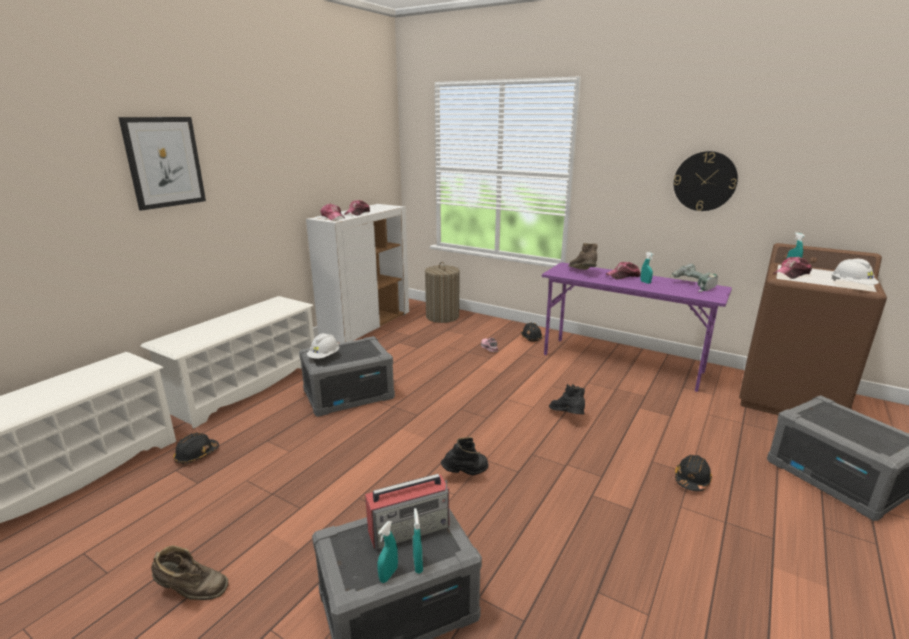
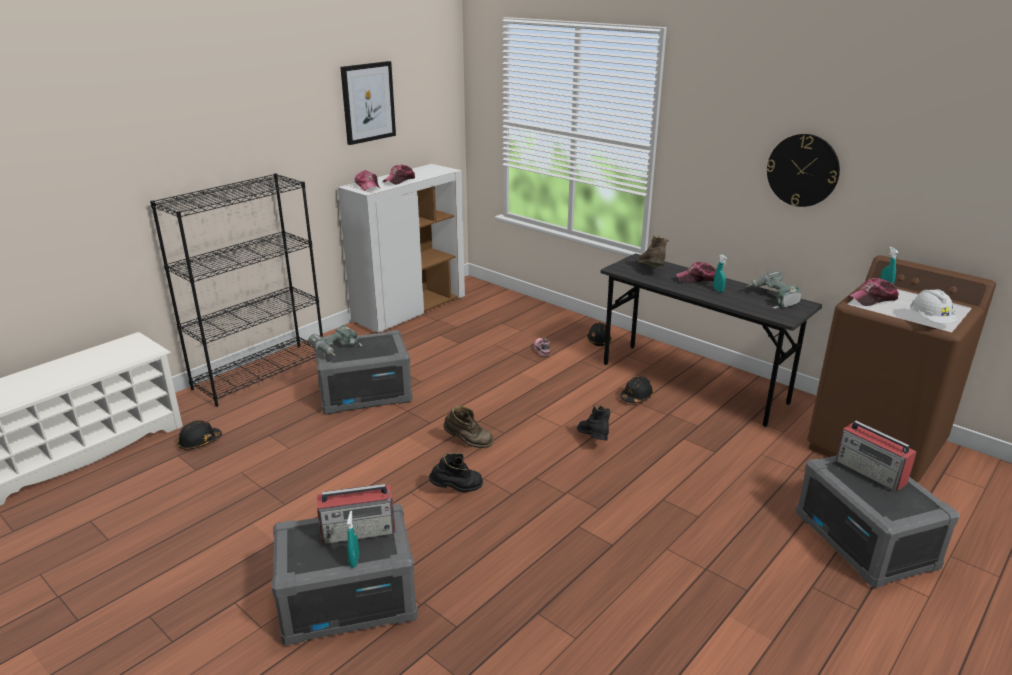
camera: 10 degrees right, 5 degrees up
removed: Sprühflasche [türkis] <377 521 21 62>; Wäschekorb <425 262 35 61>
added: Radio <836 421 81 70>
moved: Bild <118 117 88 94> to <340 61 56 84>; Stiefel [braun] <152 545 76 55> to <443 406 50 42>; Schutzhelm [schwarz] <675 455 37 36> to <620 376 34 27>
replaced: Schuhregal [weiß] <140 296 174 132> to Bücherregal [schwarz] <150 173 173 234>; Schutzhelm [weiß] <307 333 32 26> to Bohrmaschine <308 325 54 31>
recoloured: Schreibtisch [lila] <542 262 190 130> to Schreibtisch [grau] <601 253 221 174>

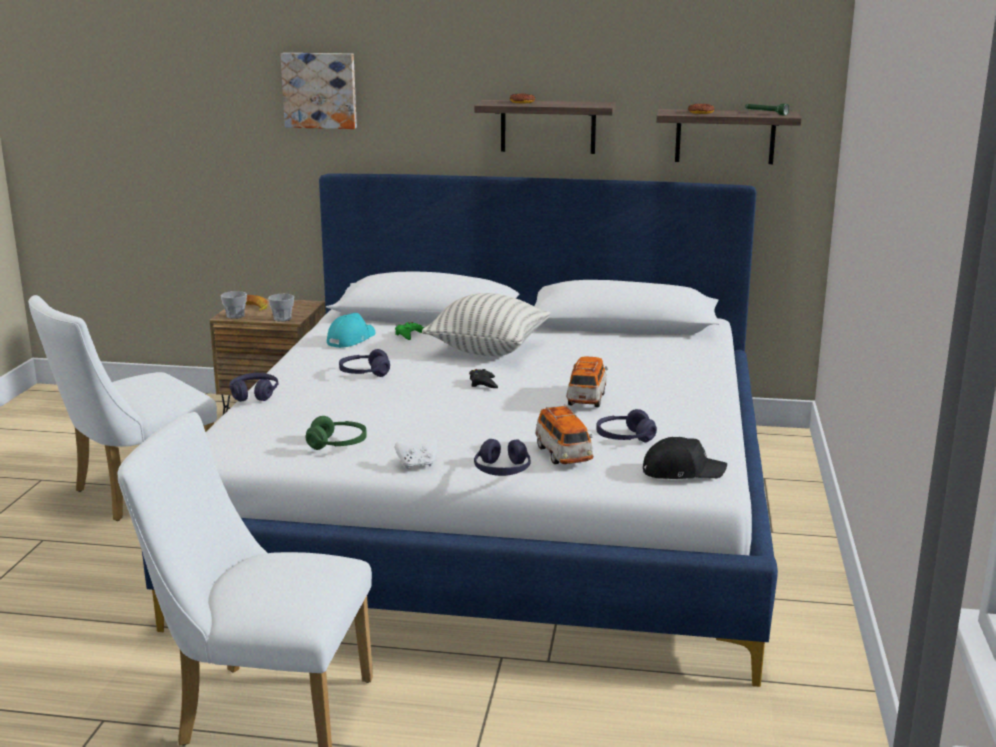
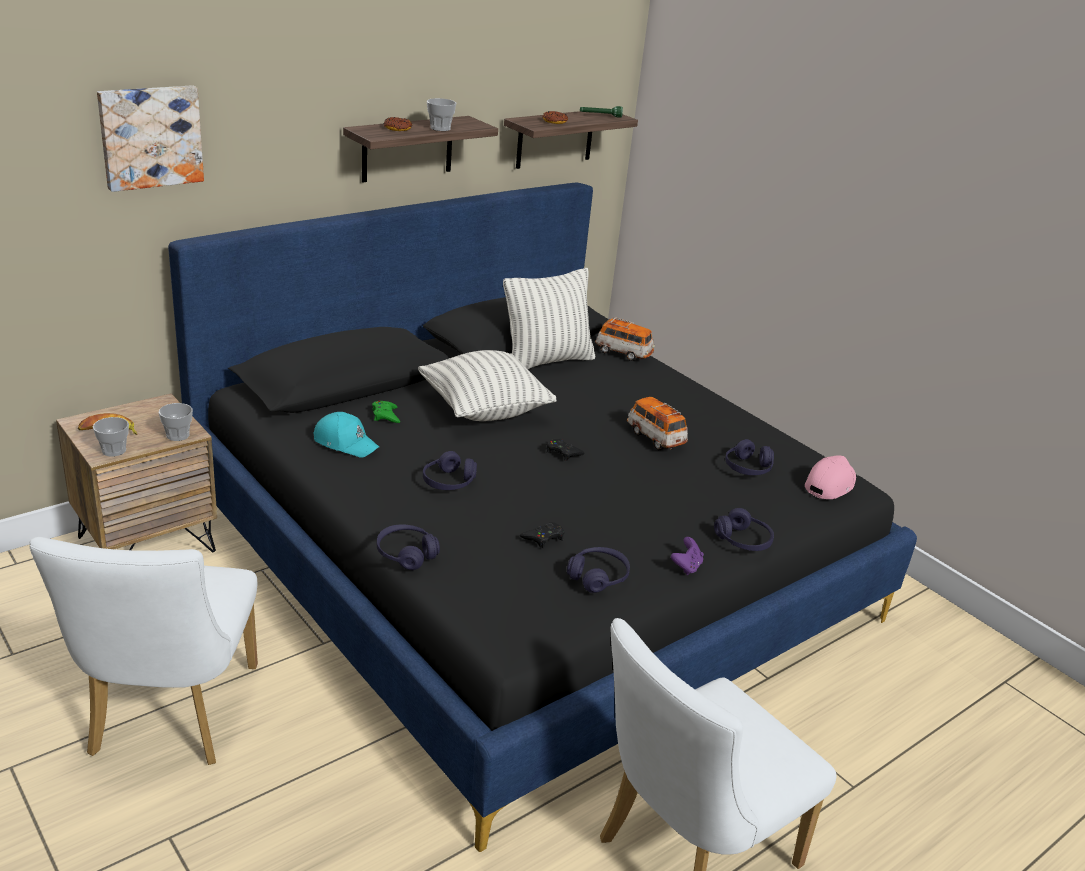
camera: 50 degrees left, 10 degrees up
added: Tasse <427 98 29 33>; Kissen <503 268 93 101>; Gamepad [schwarz] <520 522 44 26>
moved: Spielzeugauto <535 405 58 59> to <595 317 60 44>
recoloured: Bett [weiß] <141 173 637 514> to Bett [schwarz] <168 183 749 669>; Kopfhörer [grün] <306 416 61 34> to Kopfhörer [lila] <567 547 63 46>; Gamepad [weiß] <395 438 42 31> to Gamepad [lila] <671 537 33 38>; Kappe [schwarz] <643 437 84 42> to Kappe [rosa] <805 455 51 44>
turned: Kappe [türkis] <327 313 48 35> = <313 412 66 45> 135 degrees clockwise

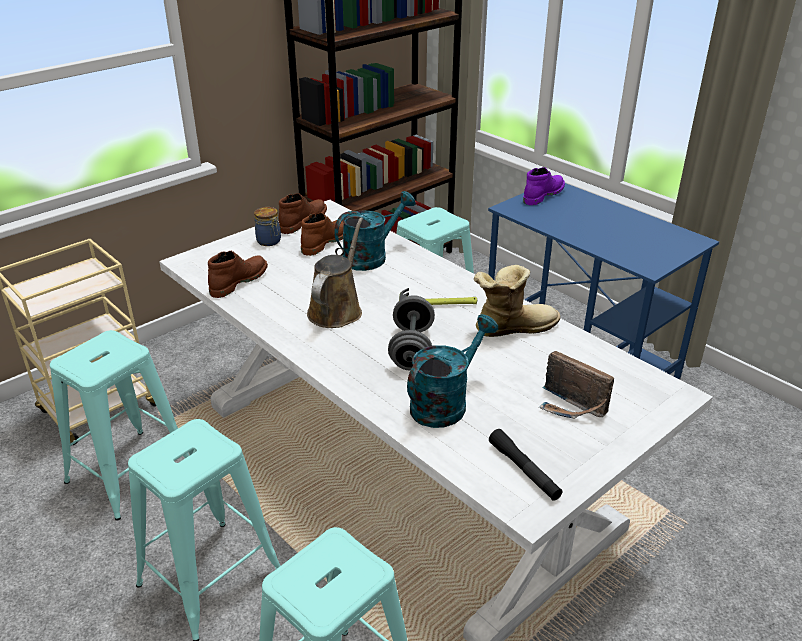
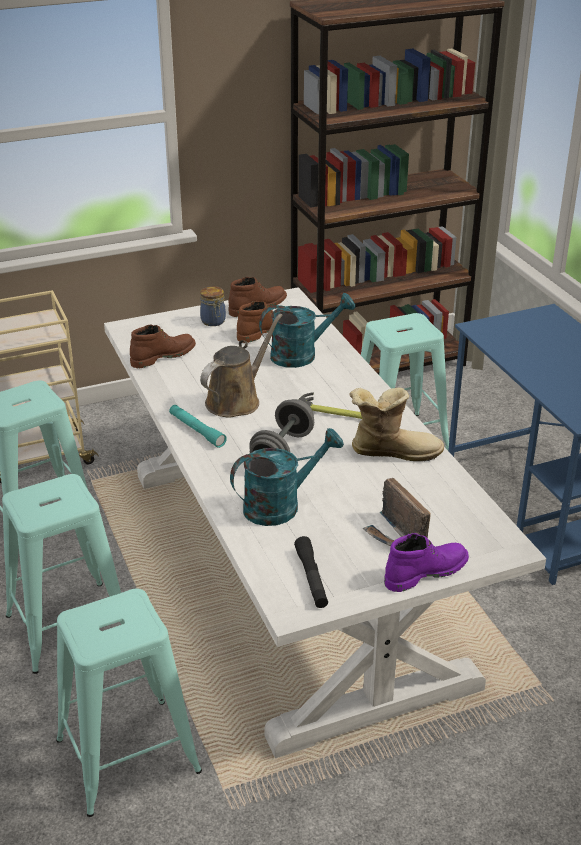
camera: 20 degrees right, 0 degrees up
added: Taschenlampe [türkis] <169 405 58 43>
moved: Stiefel [lila] <523 167 42 38> to <384 533 85 59>

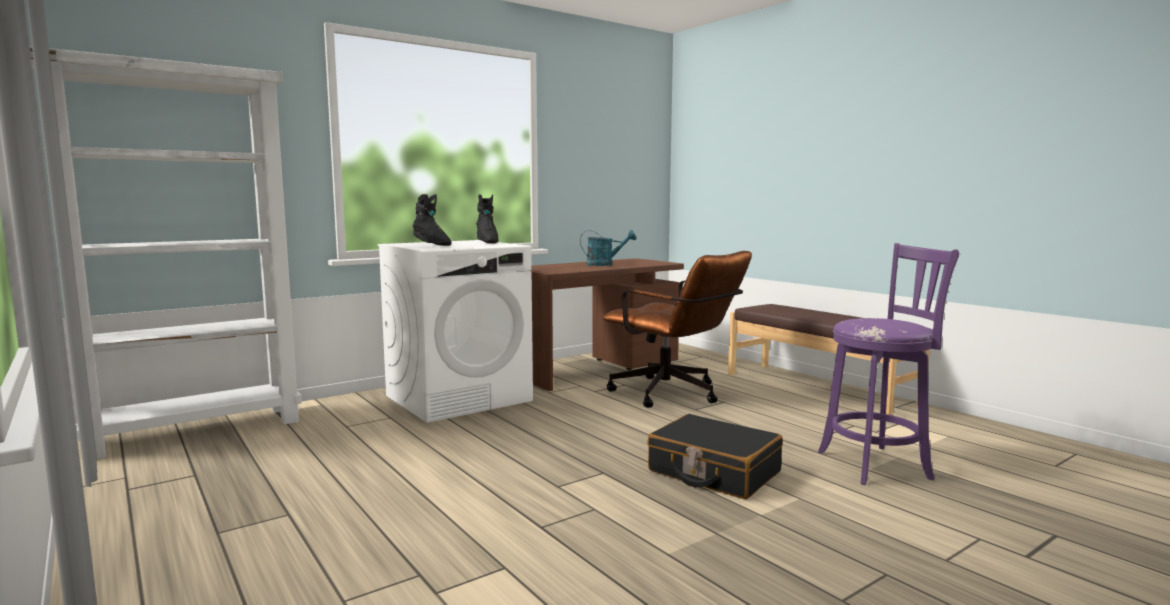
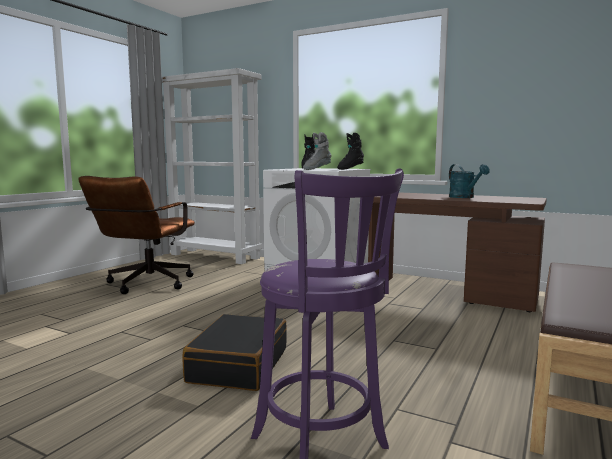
camera: 65 degrees right, 0 degrees up
added: Stiefel [grau] <303 132 29 38>
moved: Bürostuhl [braun] <603 251 149 157> to <78 176 117 118>

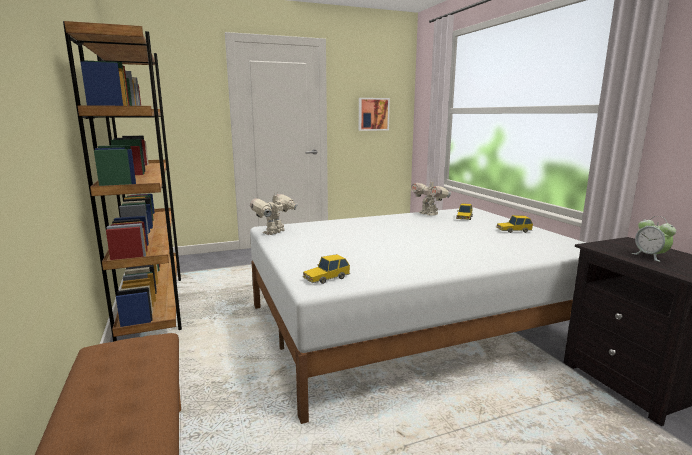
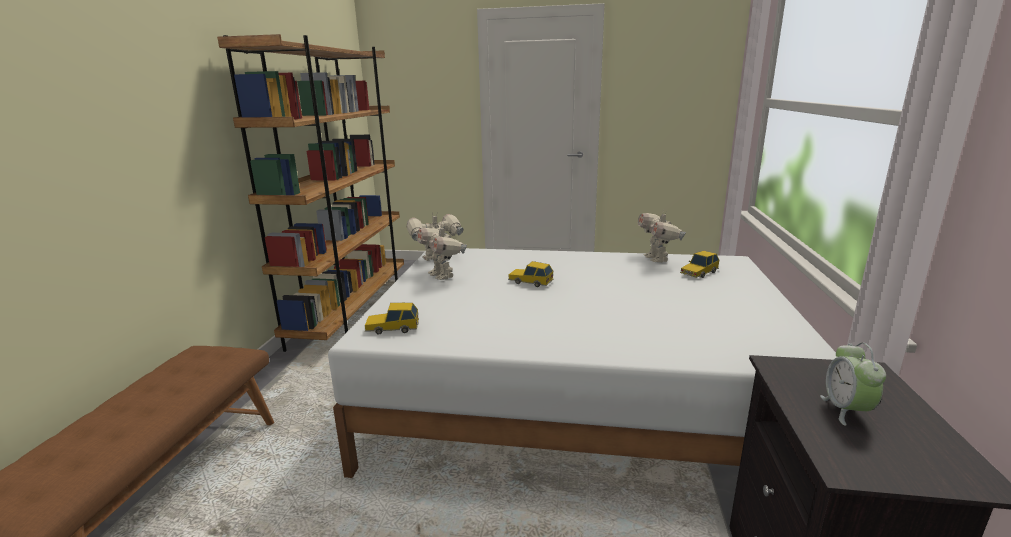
camera: 30 degrees right, 5 degrees up
removed: Bild <359 98 31 33>
added: Spielzeugroboter <416 223 51 57>
moved: Spielzeugauto <496 215 37 18> to <508 261 45 26>

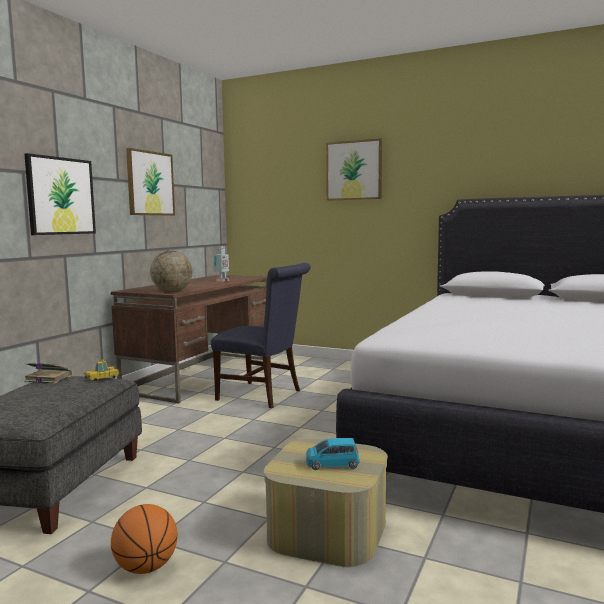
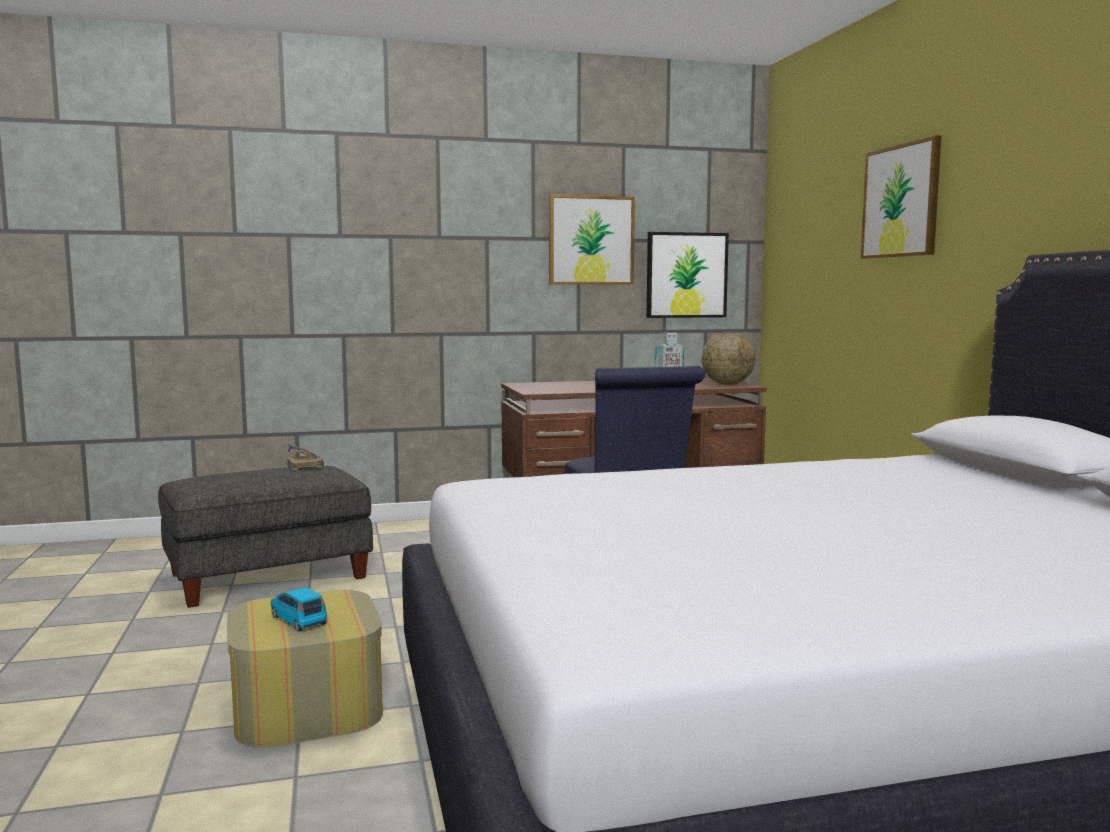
camera: 50 degrees right, 0 degrees up
removed: Spielzeugauto <84 359 36 22>; Basketball <111 504 67 70>
moved: Bild <24 153 72 82> to <646 232 83 86>; Globus <150 251 43 41> to <702 332 54 53>

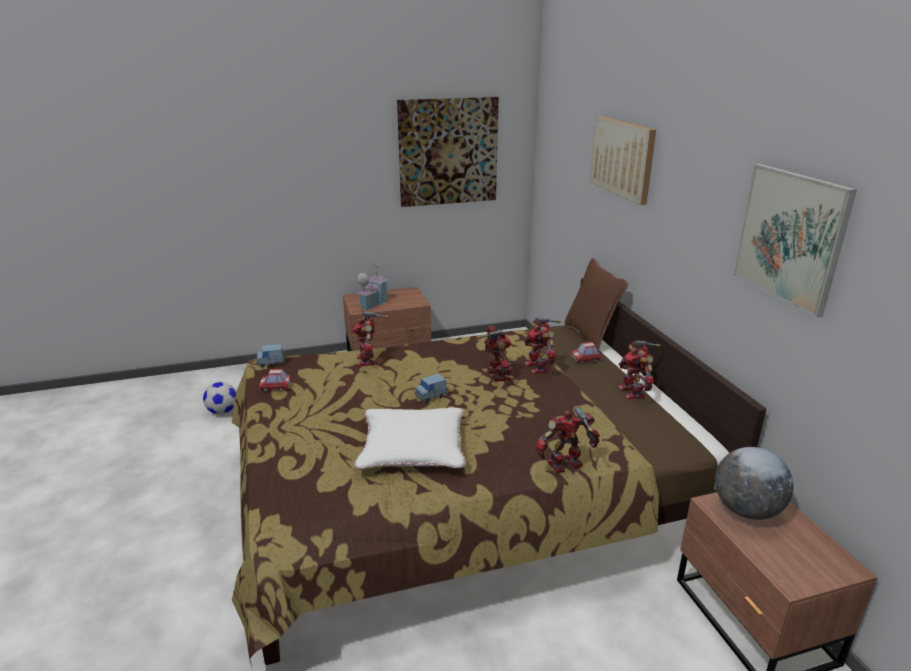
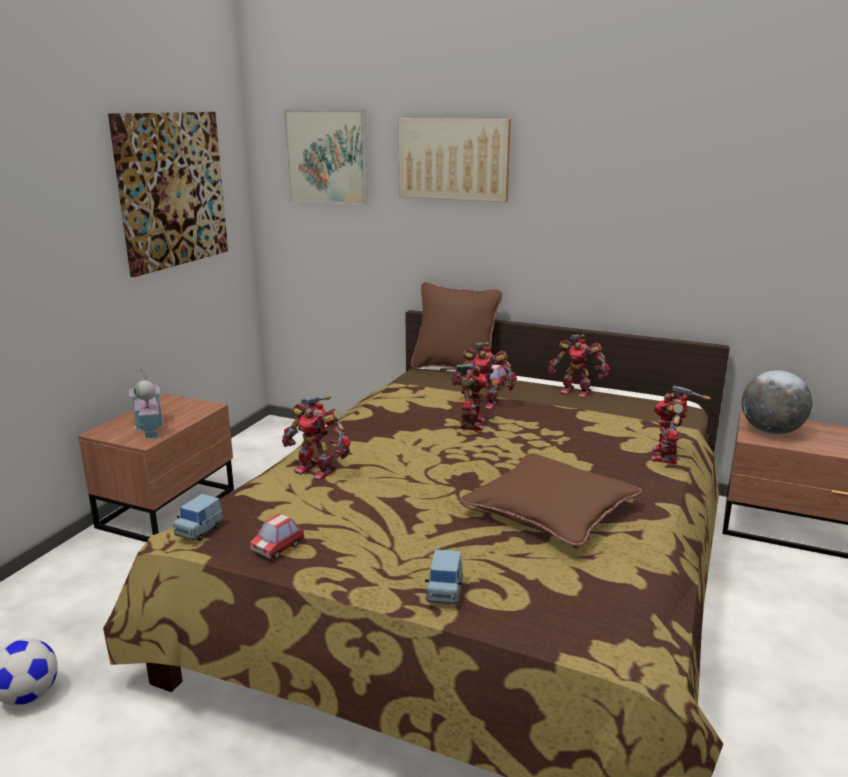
camera: 50 degrees left, 5 degrees down
moved: Spielzeugauto [blau] <415 374 32 28> to <425 549 38 56>; Bild <732 164 125 153> to <283 109 85 96>
recoloured: Kissen [weiß] <354 408 112 61> to Kissen [braun] <460 453 182 93>
turned: Spielzeugroboter <476 325 36 57> = <440 360 48 71> 75 degrees clockwise

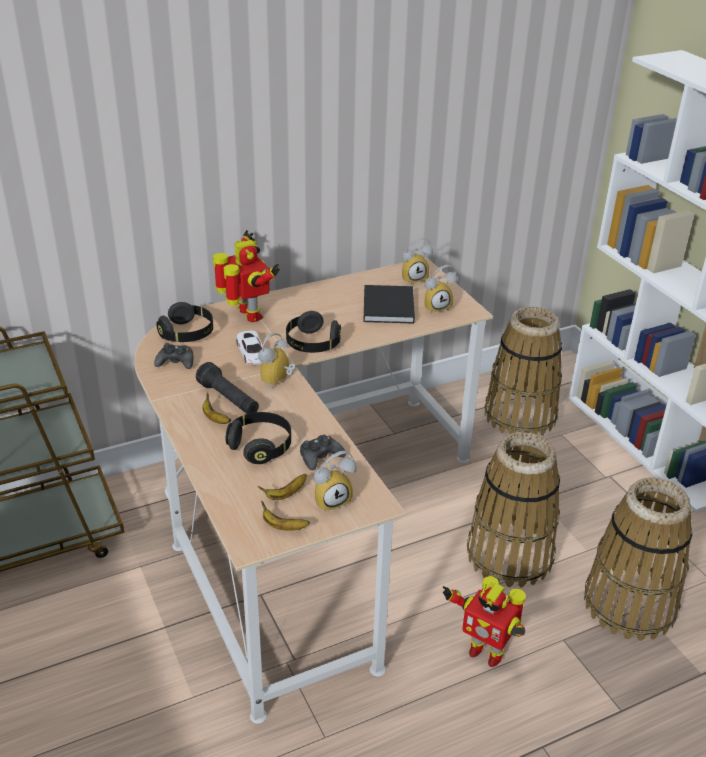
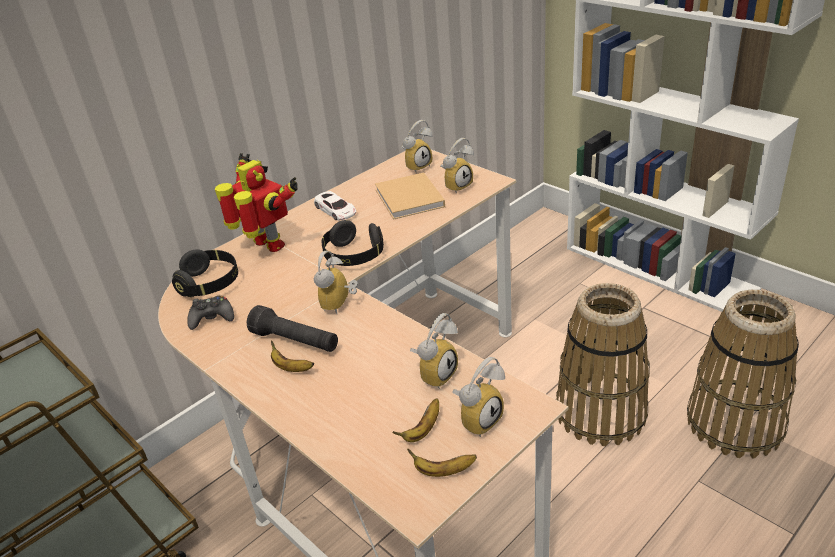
camera: 15 degrees left, 0 degrees up
removed: Kopfhörer [schwarz] <226 412 65 52>; Spielzeugroboter <443 576 83 91>; Korb <485 307 77 129>
moved: Spielzeugauto [weiß] <236 331 27 34> to <314 191 42 30>
replaced: Gamepad [schwarz] <300 435 46 35> to Wecker <410 313 48 76>
recoloured: Buch [schwarz] <364 285 51 39> to Buch [beige] <375 172 70 48>

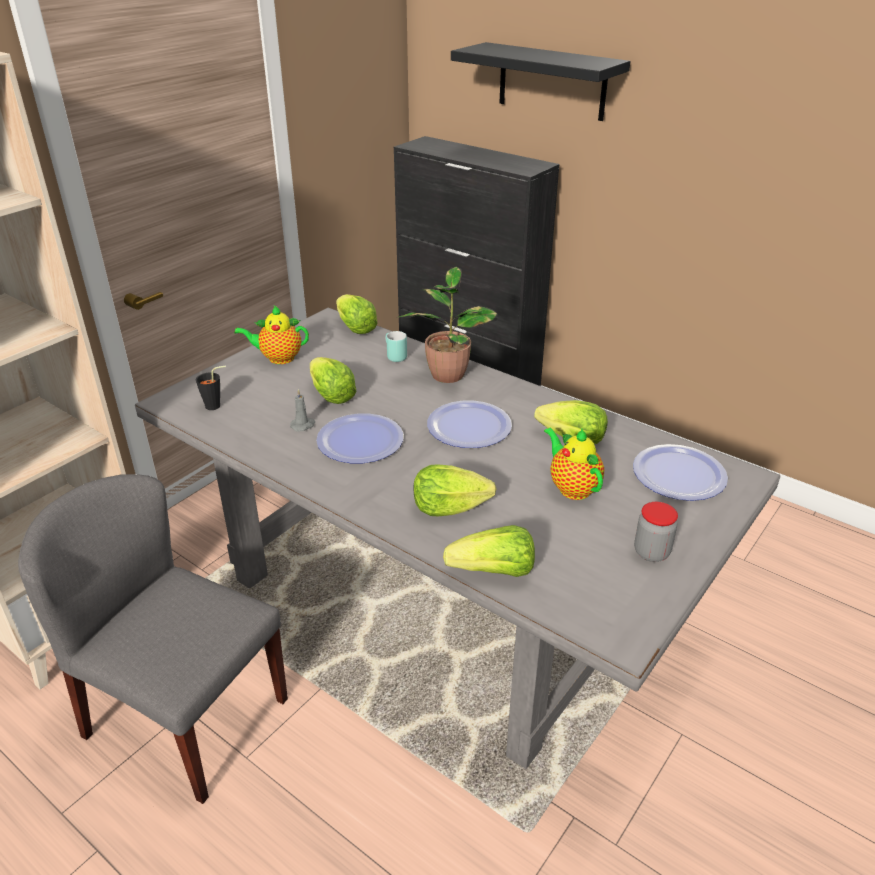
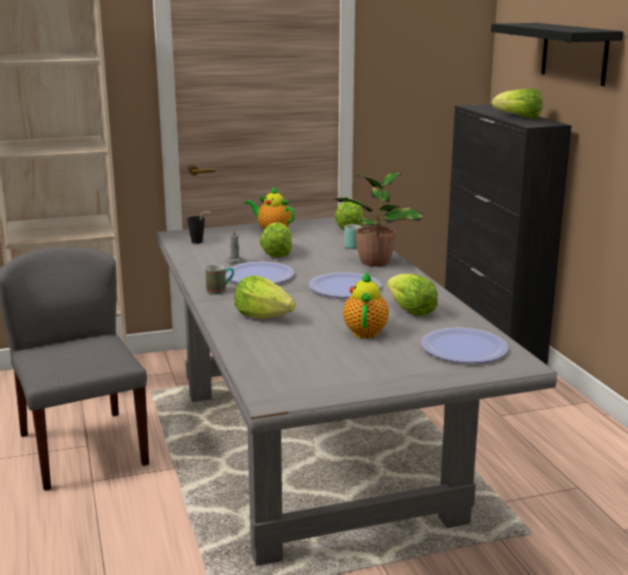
camera: 35 degrees right, 15 degrees down
removed: Vorratsglas <634 502 44 60>
added: Henkelbecher <206 265 28 30>
moved: Salatkopf <443 525 92 52> to <492 88 51 31>

